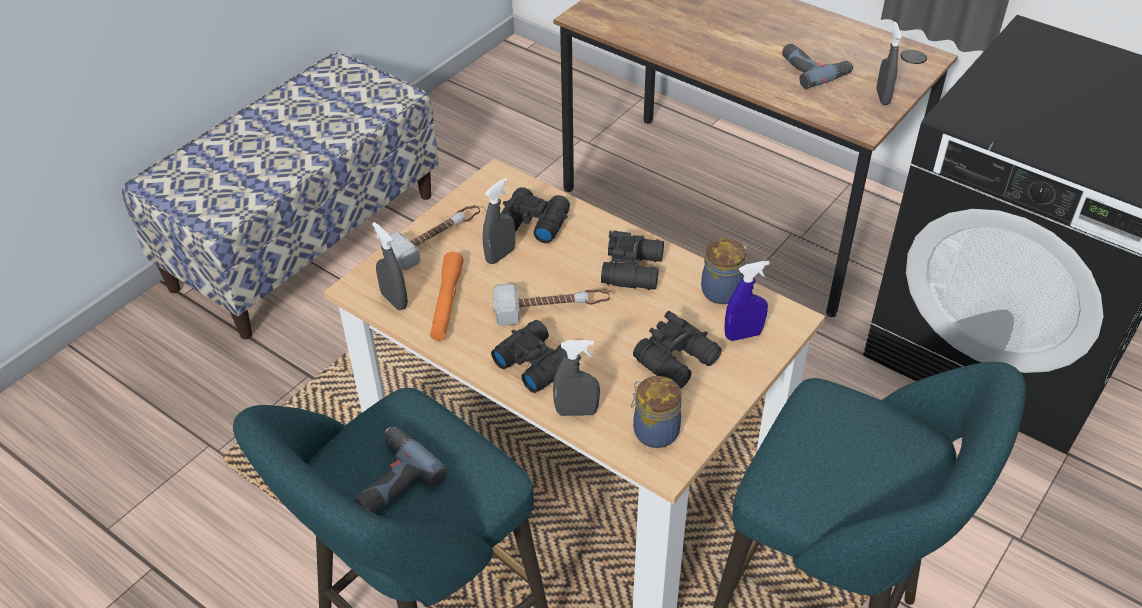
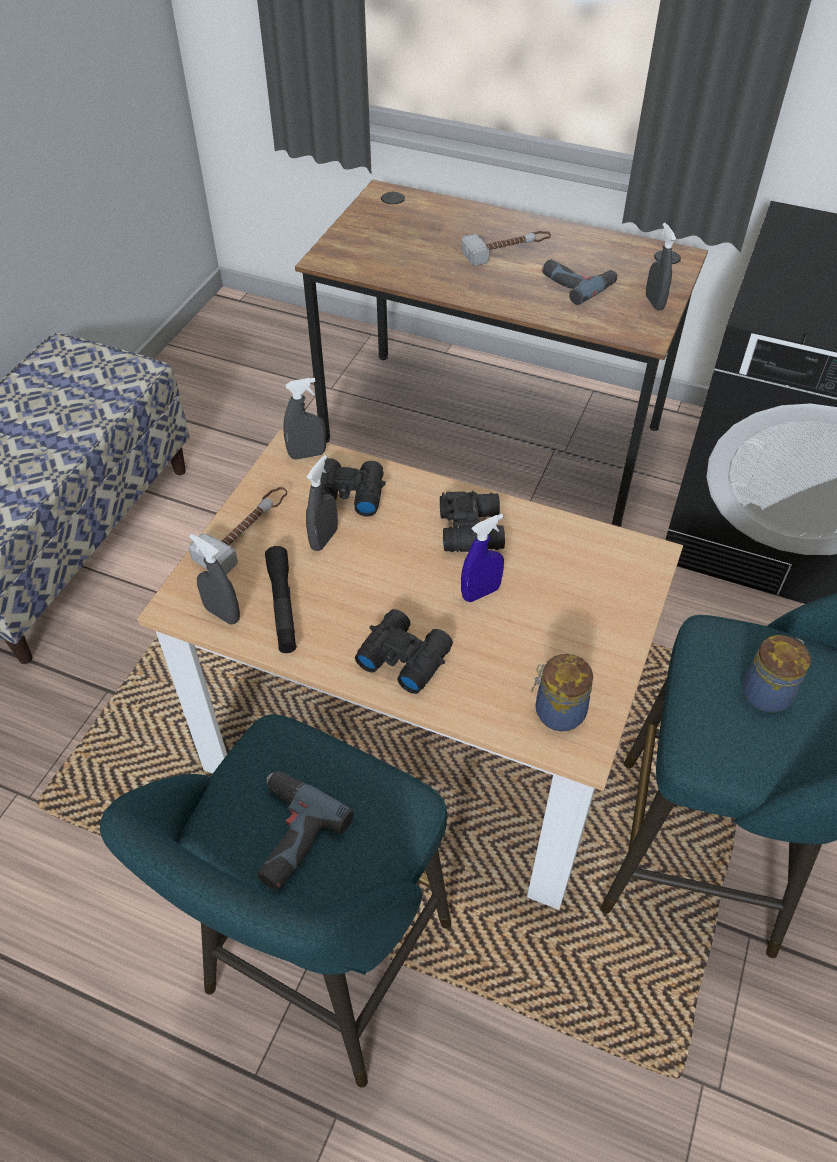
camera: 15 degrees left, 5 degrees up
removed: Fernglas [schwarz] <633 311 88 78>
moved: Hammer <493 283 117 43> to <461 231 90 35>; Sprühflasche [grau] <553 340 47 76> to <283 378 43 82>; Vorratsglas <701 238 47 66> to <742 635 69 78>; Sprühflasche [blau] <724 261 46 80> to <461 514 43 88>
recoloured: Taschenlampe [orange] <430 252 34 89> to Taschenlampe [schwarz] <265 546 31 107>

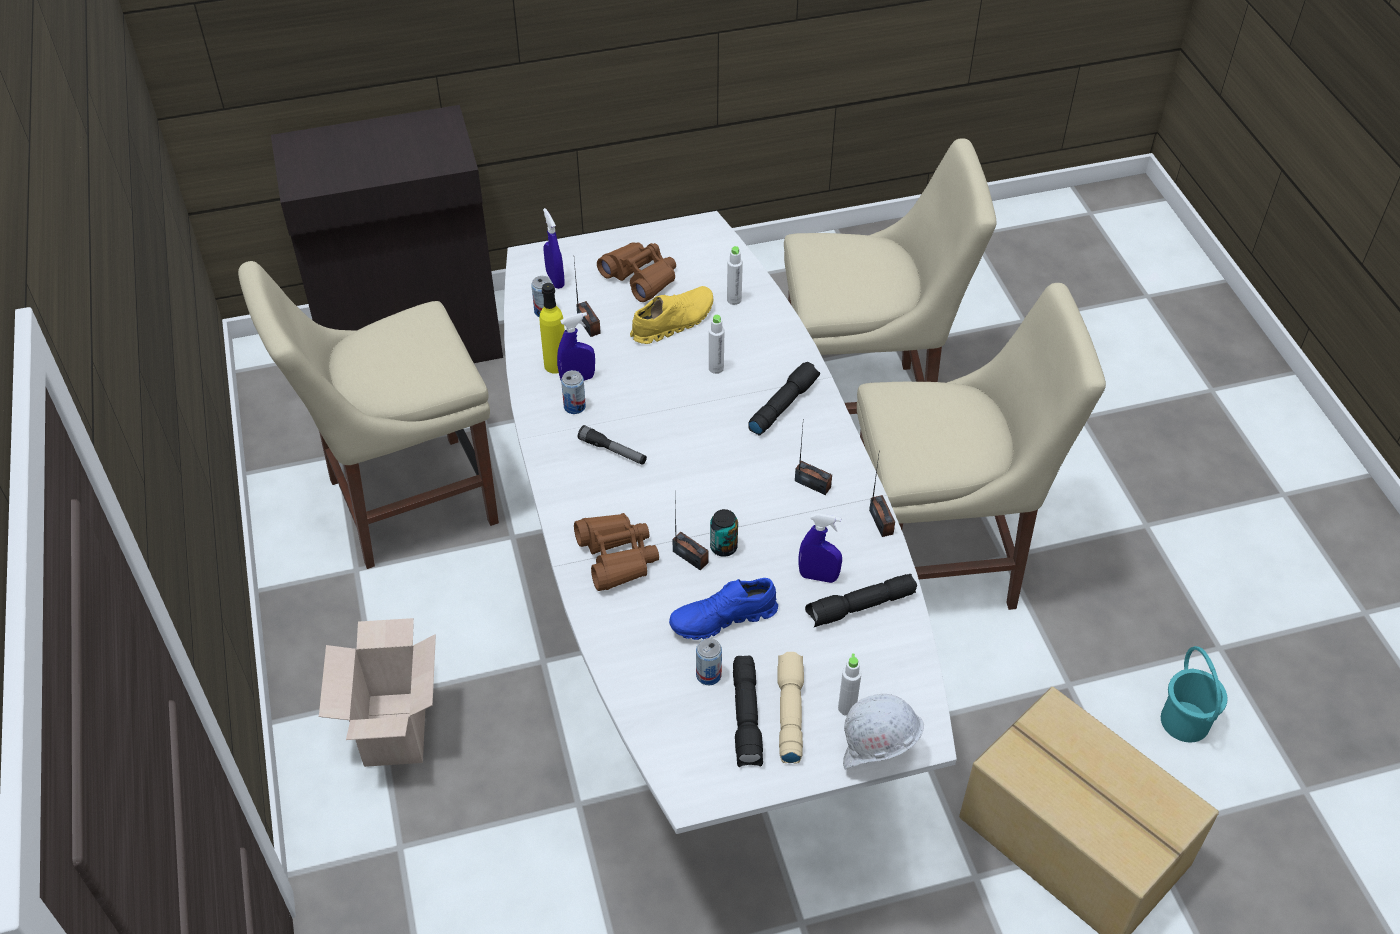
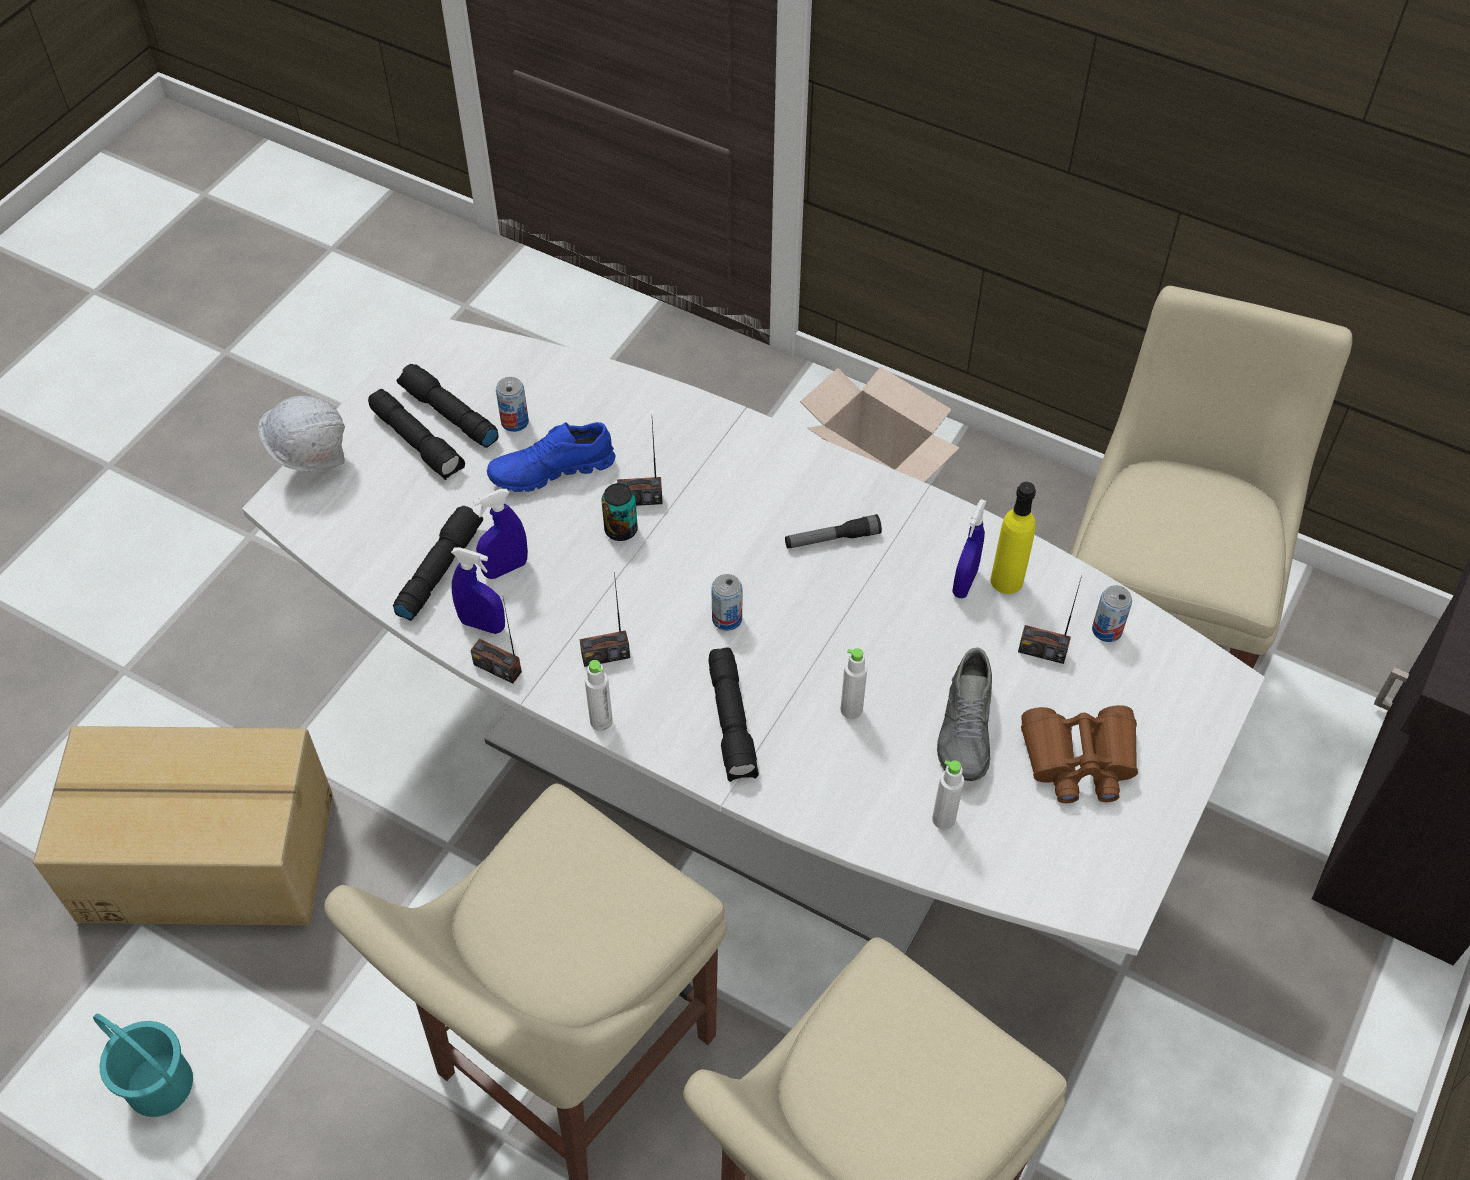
camera: 135 degrees right, 5 degrees up
removed: Fernglas [braun] <574 513 85 78>
moved: Sprühflasche [blau] <543 208 22 81> to <451 547 54 87>; Dose <561 370 25 44> to <711 574 32 57>; Flasche [weiß] <838 654 24 62> to <585 660 28 71>
recoloured: Schuh [gelb] <630 286 83 58> to Schuh [grau] <937 647 55 134>; Taschenlampe [beige] <777 652 27 112> to Taschenlampe [schwarz] <368 389 97 91>
turned: Schuh [blau] <669 578 109 62> = <487 422 129 70> 135 degrees counterclockwise

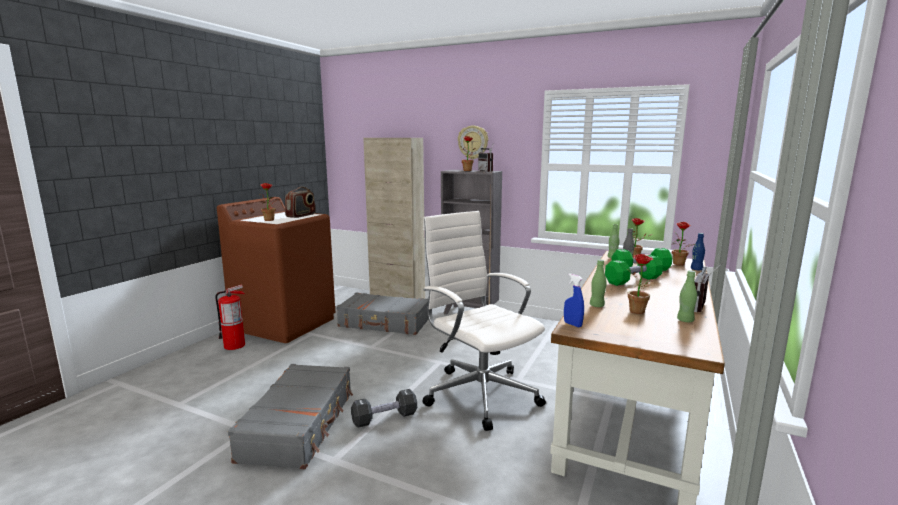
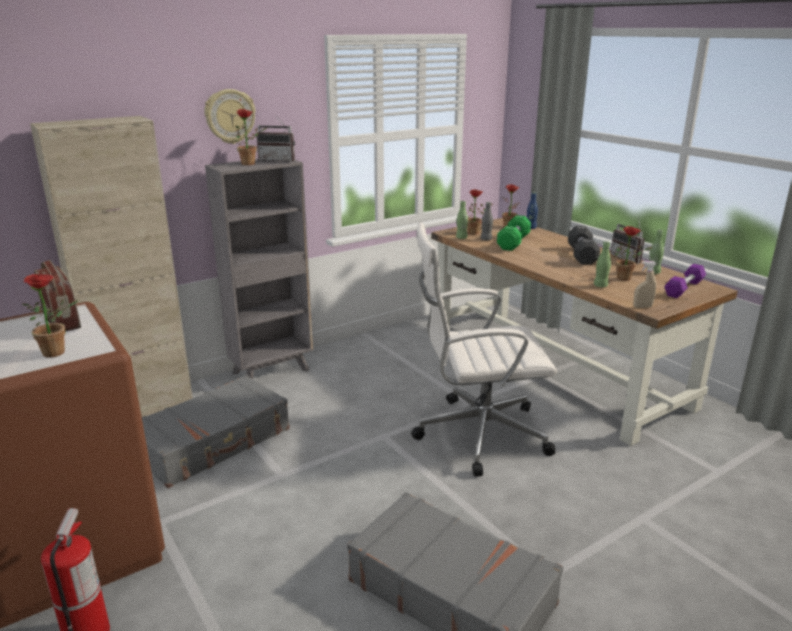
camera: 60 degrees left, 10 degrees up
removed: Hantel [grün] <605 255 58 31>
added: Hantel [lila] <664 264 42 34>
moved: Hantel [schwarz] <351 389 66 39> to <568 226 32 39>
recoloured: Sprühflasche [blau] <564 273 20 54> to Sprühflasche [beige] <633 261 24 47>

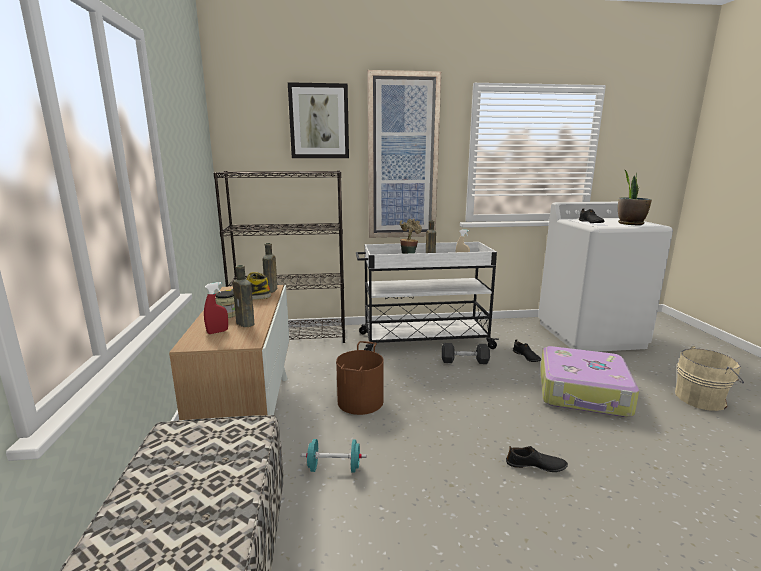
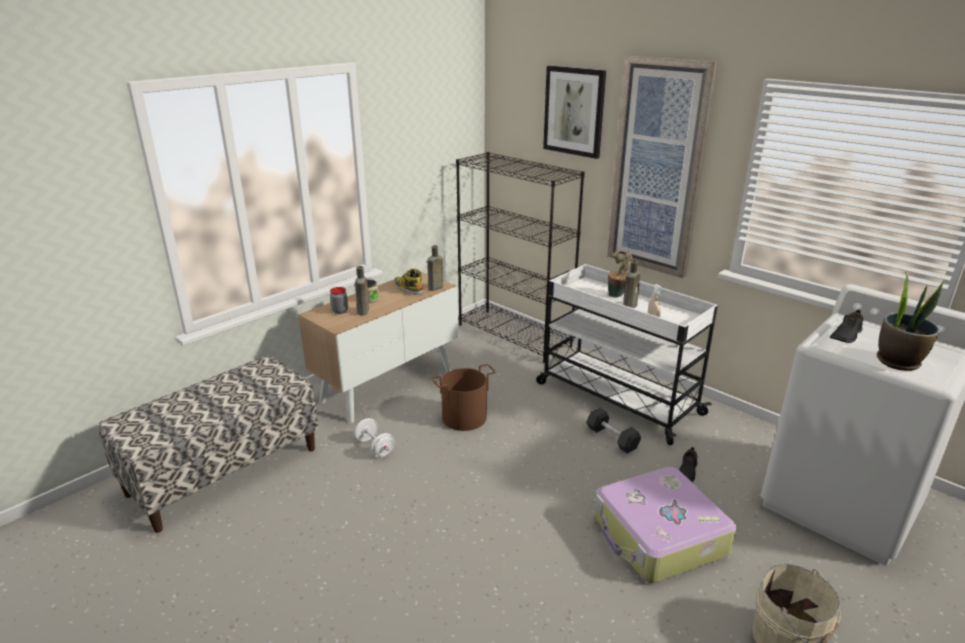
camera: 50 degrees right, 10 degrees up
removed: Schuh [schwarz] <506 446 62 26>
replaced: Sprühflasche [rot] <204 282 24 52> to Vorratsglas <330 287 18 27>
recoloured: Hantel [türkis] <301 439 65 34> to Hantel [weiß] <355 418 39 39>

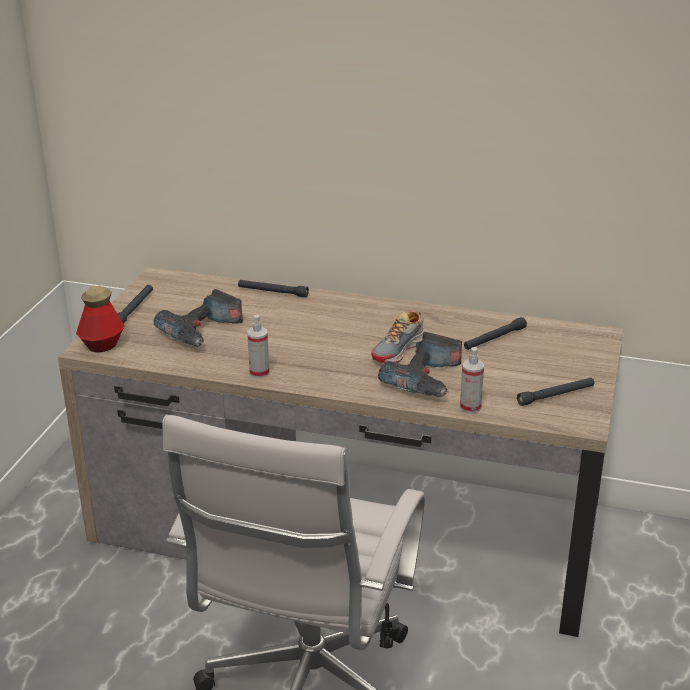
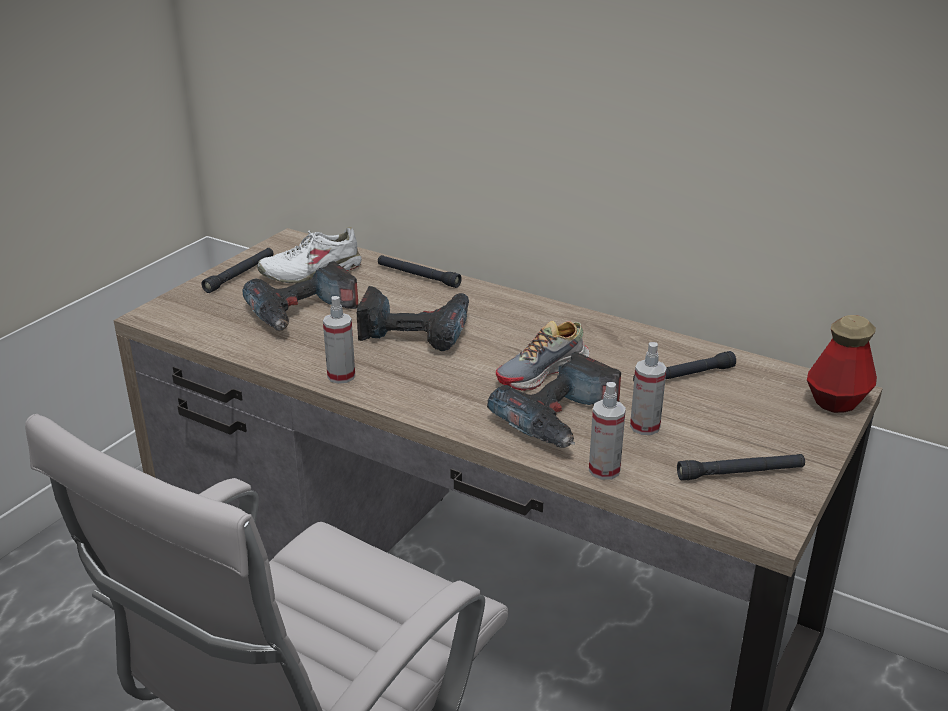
camera: 15 degrees right, 0 degrees up
added: Schuh [weiß] <257 227 105 57>; Bohrmaschine <357 286 112 65>; Sprühflasche <630 342 37 93>
moved: Flasche <76 286 49 67> to <807 315 70 98>

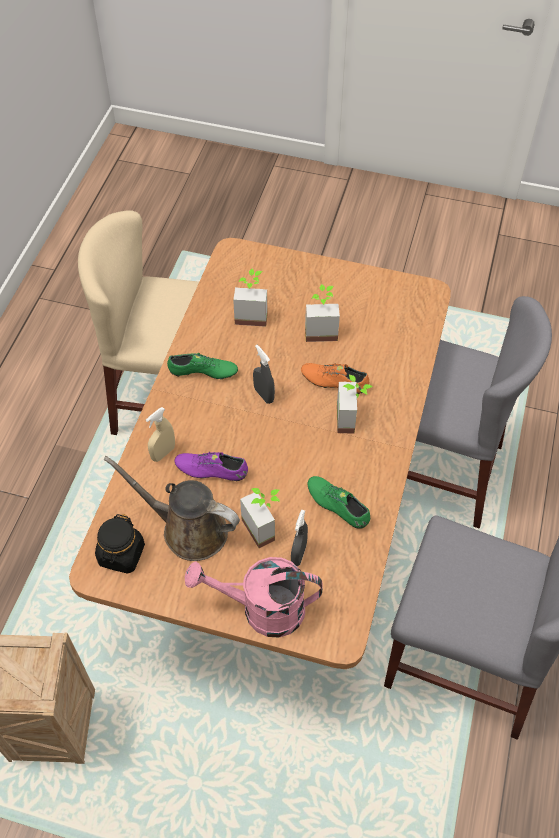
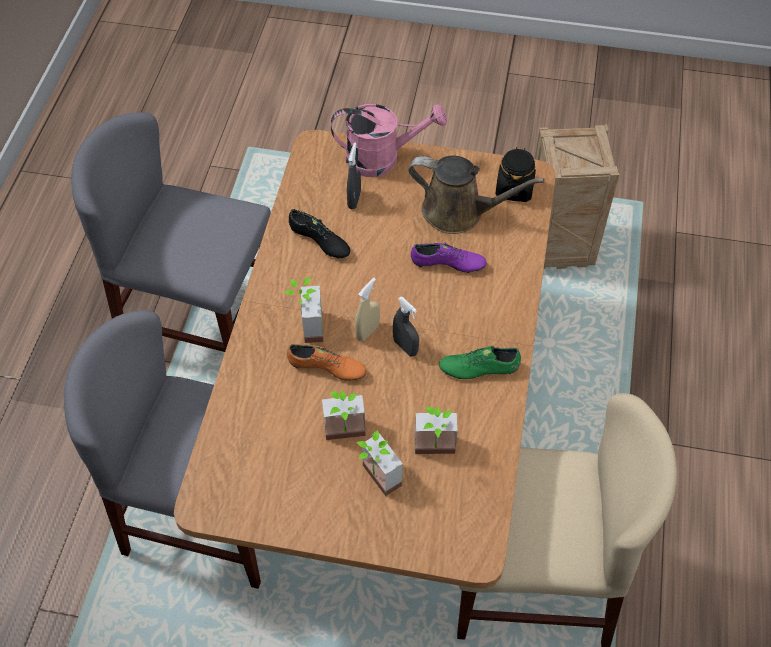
camera: 175 degrees right, 0 degrees up
moved: Sprühflasche [beige] <146 407 29 55> to <355 278 25 63>; Topfpflanze <240 488 40 60> to <356 430 47 66>
recoloured: Schuh [grün] <307 476 63 53> to Schuh [schwarz] <289 209 61 50>

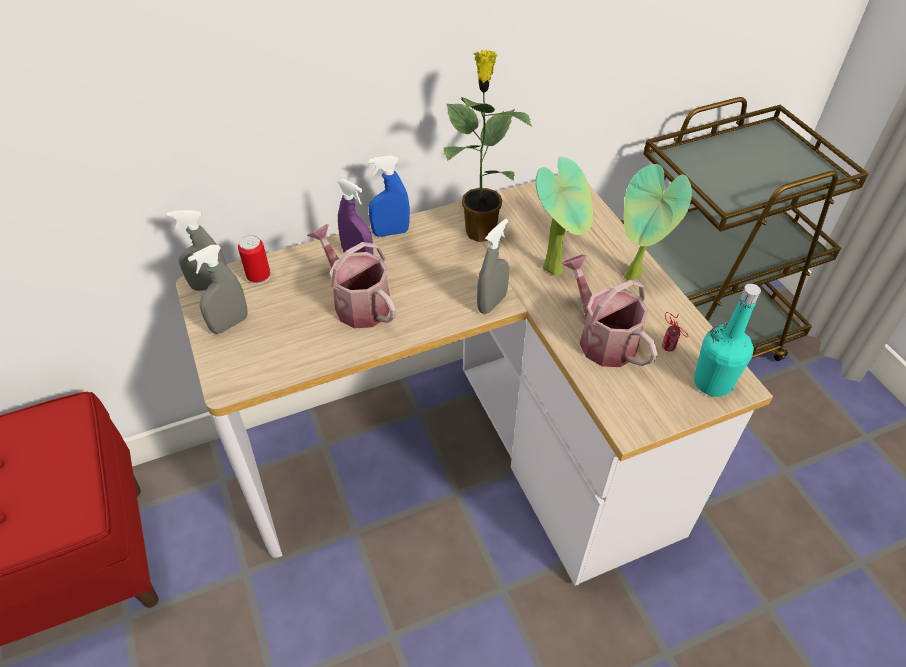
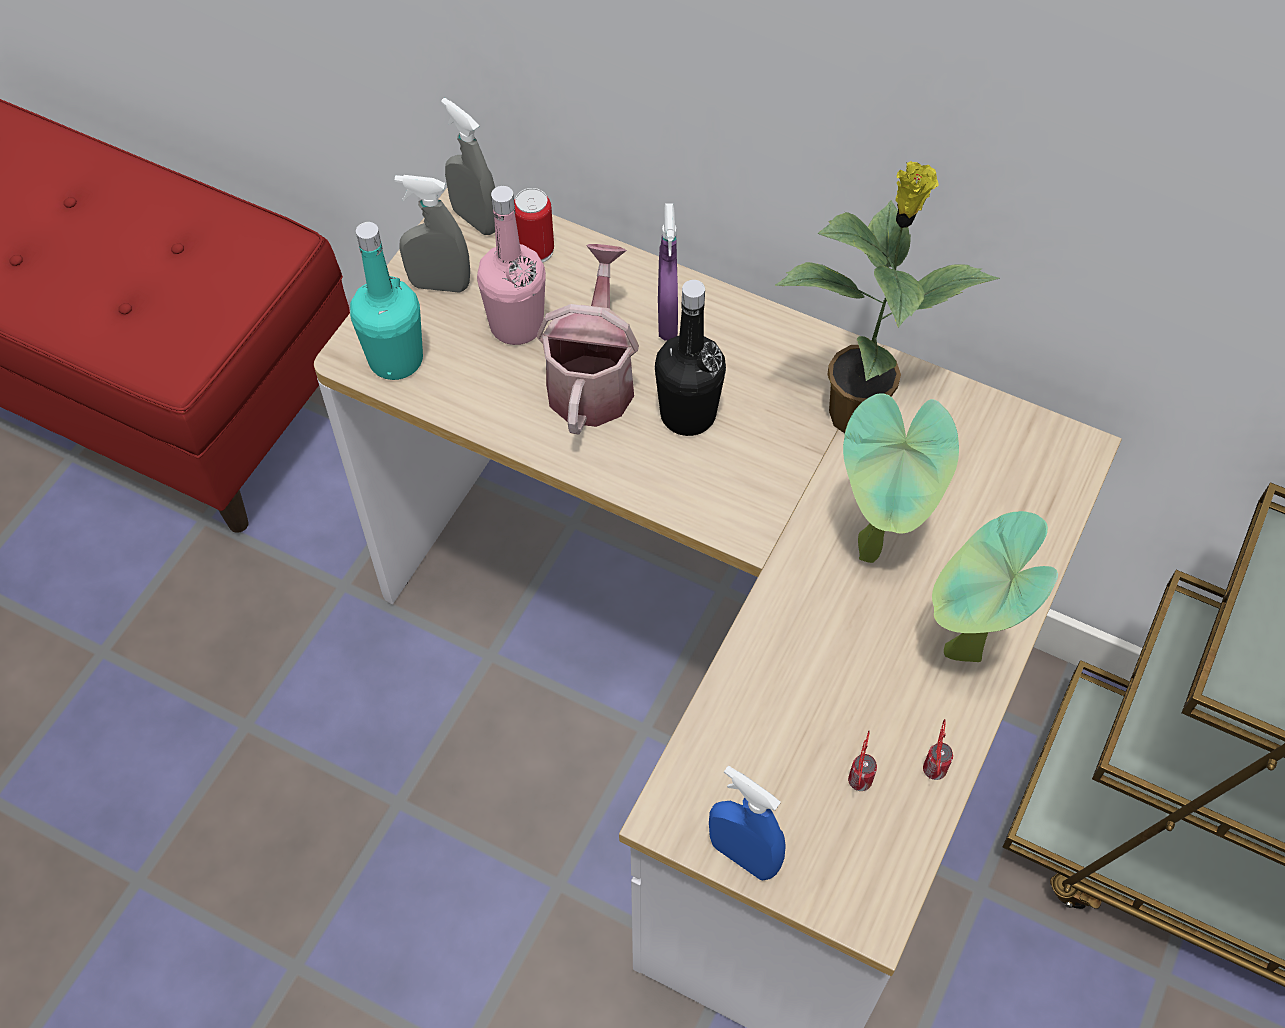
camera: 50 degrees right, 10 degrees up
removed: Sprühflasche [grau] <477 219 32 95>; Gießkanne <562 255 96 112>
added: Flasche [rosa] <477 186 69 159>; Flasche [schwarz] <655 280 71 156>; Dose <923 719 30 61>
moved: Sprühflasche [blau] <368 155 42 82> to <709 765 77 115>; Flasche [türkis] <694 284 67 113> to <350 222 73 158>

